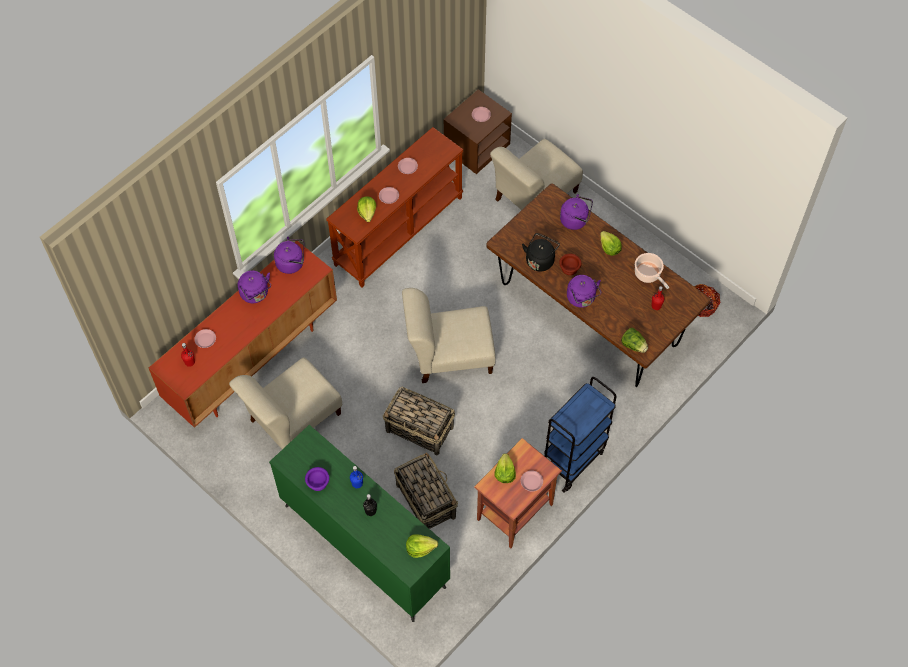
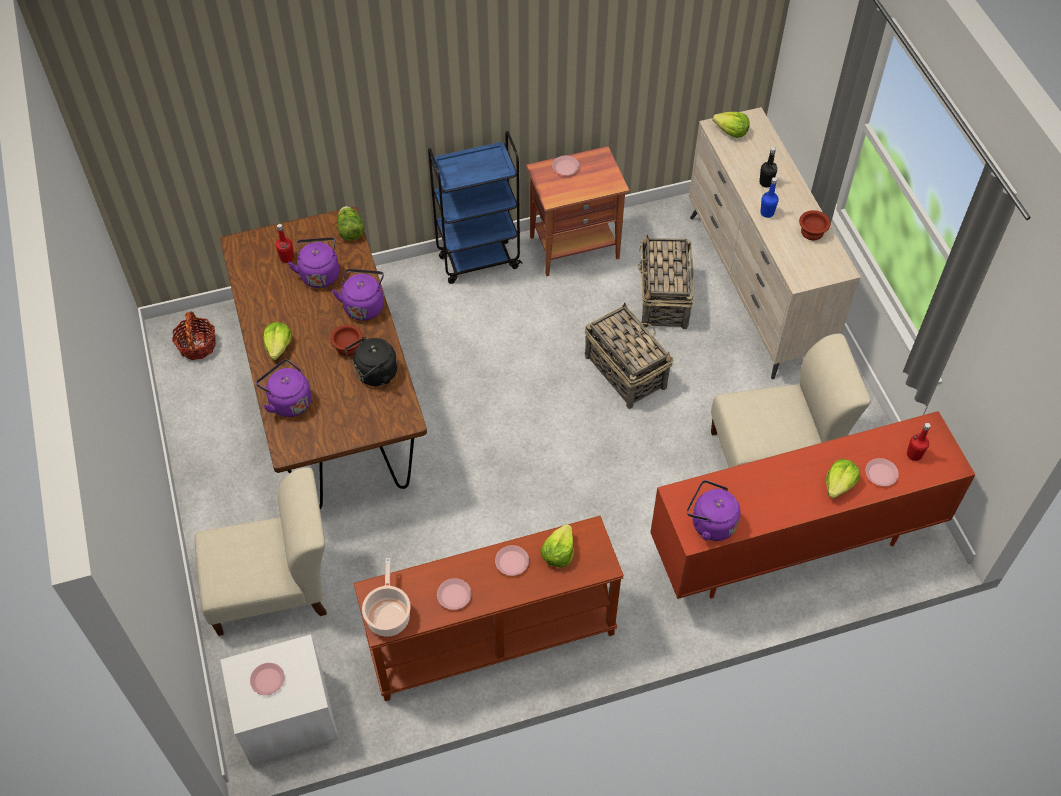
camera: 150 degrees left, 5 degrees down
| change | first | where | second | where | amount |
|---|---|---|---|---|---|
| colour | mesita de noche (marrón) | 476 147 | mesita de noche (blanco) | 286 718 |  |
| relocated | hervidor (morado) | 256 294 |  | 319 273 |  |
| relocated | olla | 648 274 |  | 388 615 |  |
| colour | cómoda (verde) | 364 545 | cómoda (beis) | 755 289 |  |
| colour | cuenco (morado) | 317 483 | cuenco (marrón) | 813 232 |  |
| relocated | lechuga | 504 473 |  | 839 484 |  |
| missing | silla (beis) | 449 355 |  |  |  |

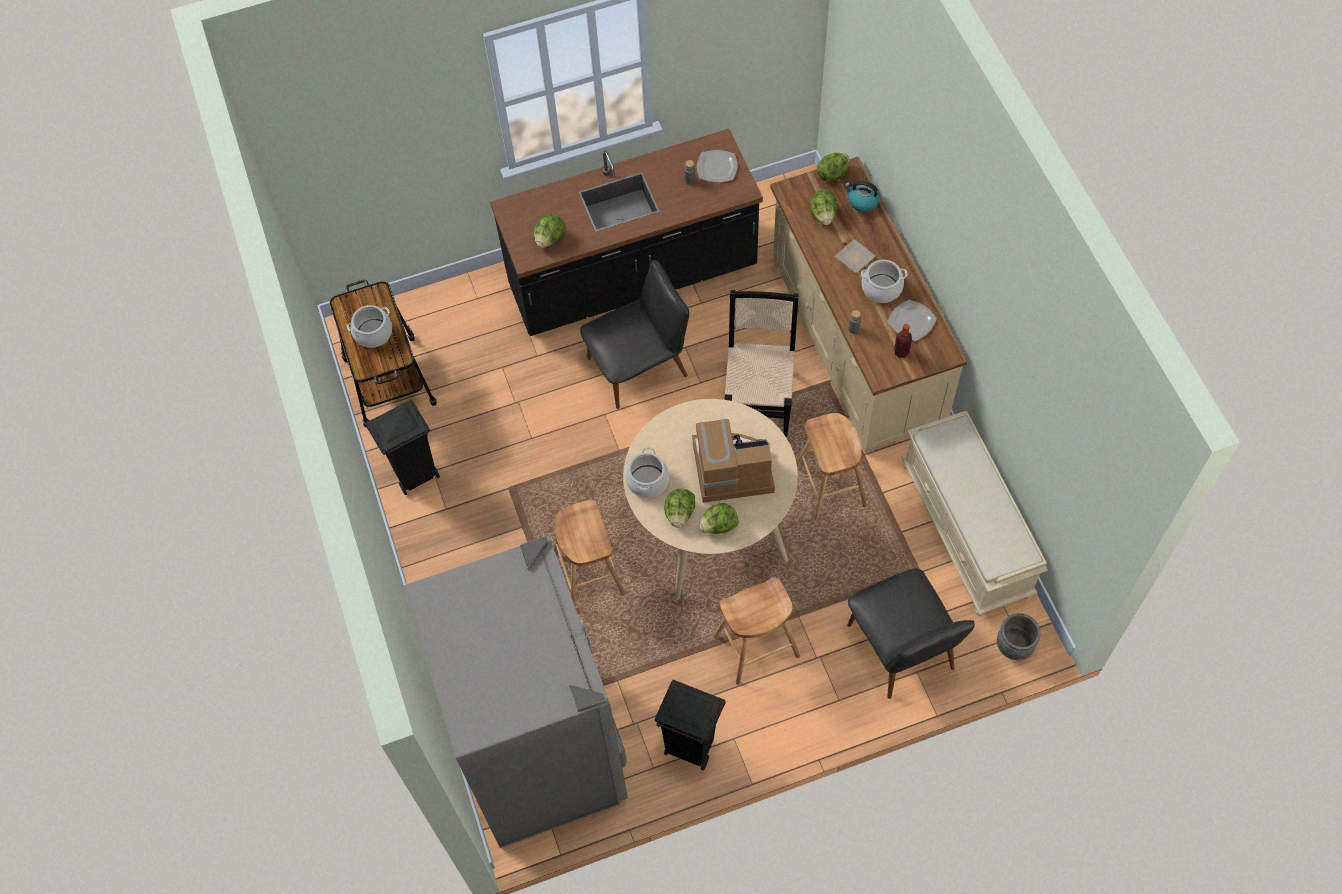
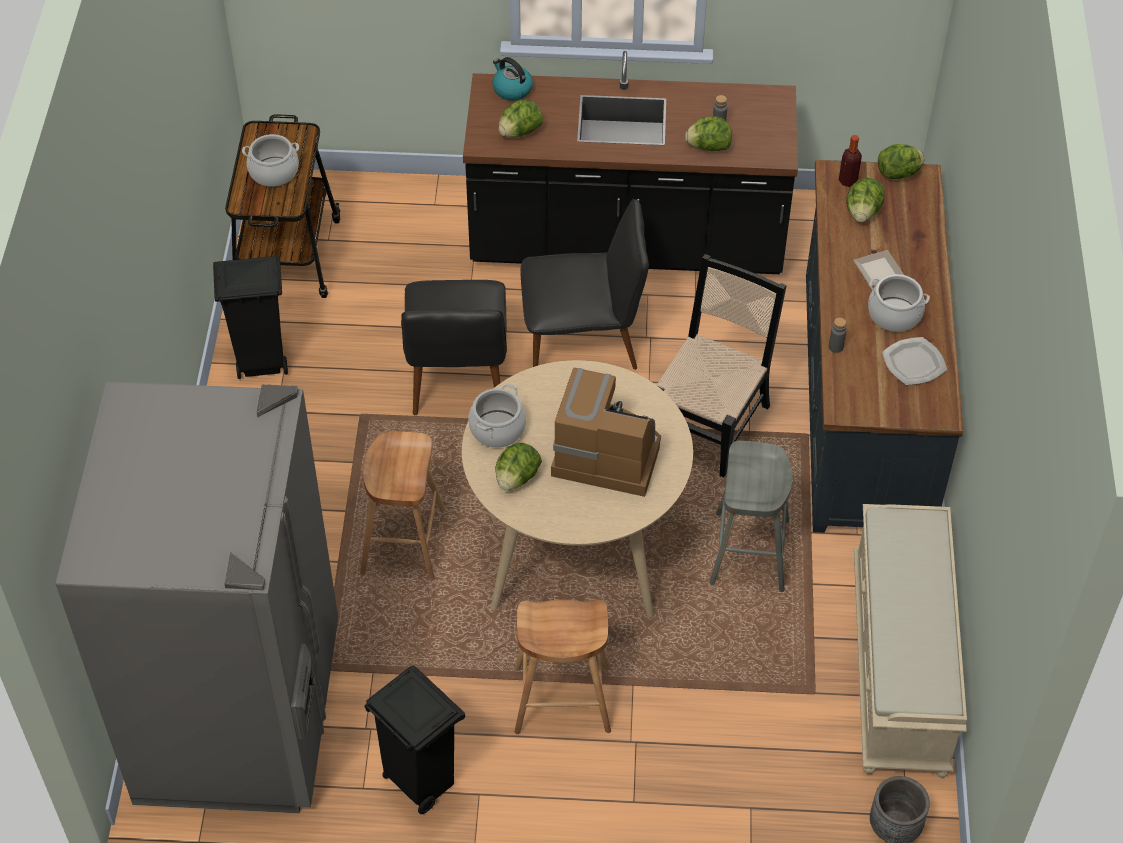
camera: 20 degrees right, 10 degrees down
| change | first | where | second | where | amount |
|---|---|---|---|---|---|
| relocated | silla (negro) | 900 646 |  | 458 374 |  |
| relocated | hervidor | 862 201 |  | 511 89 |  |
| relocated | lechuga | 718 526 |  | 708 147 |  |
| colour | taburete (marrón) | 829 485 | taburete (gris) | 749 551 |  |
| colour | cómoda (beis) | 856 345 | cómoda (azul) | 864 406 |  |
| relocated | botella | 901 352 |  | 848 181 |  |
| missing | plato | 717 168 |  |  |  |

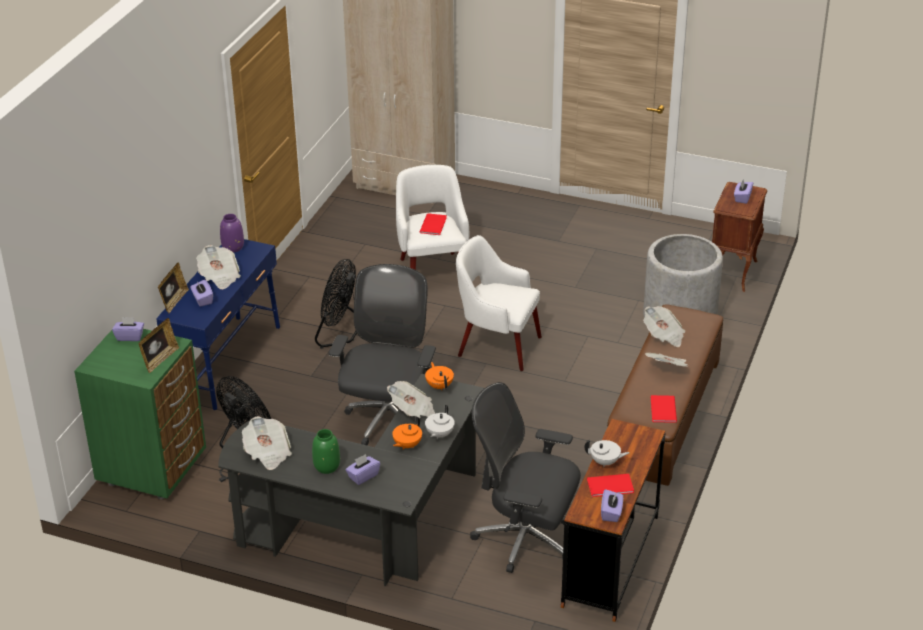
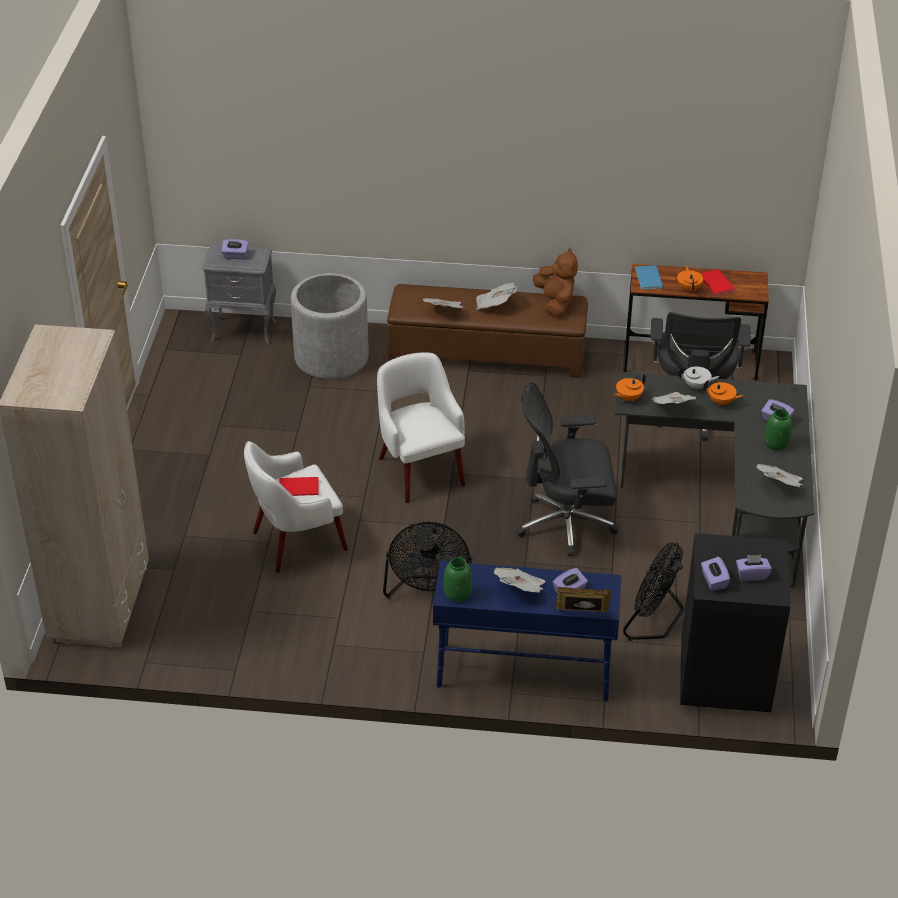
camera: 105 degrees left, 5 degrees up
| change | first | where | second | where | amount |
|---|---|---|---|---|---|
| colour | mesita de noche (marrón) | 732 273 | mesita de noche (gris) | 244 331 |  |
| spun | sillón (blanco) | 497 346 |  | 420 470 | 150 degrees clockwise |
| colour | florero (morado) | 233 247 | florero (verde) | 457 594 |  |
| exchanged | libro (rojo) | 662 410 | peluche (marrón) | 555 302 |  |
| appeared |  |  | libro (azul) | 648 279 |  |
| colour | tetera (blanco) | 605 462 | tetera (naranja) | 689 288 |  |
| colour | cómoda (verde) | 153 470 | cómoda (negro) | 724 680 |  |
| relocated | caja de pañuelos (morado) | 611 513 |  | 751 575 |  |
| missing | portarretratos | 159 359 |  |  |  |

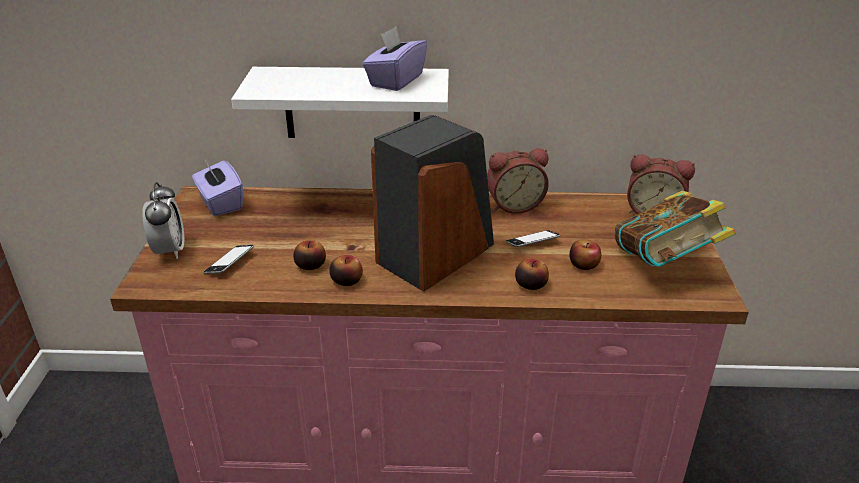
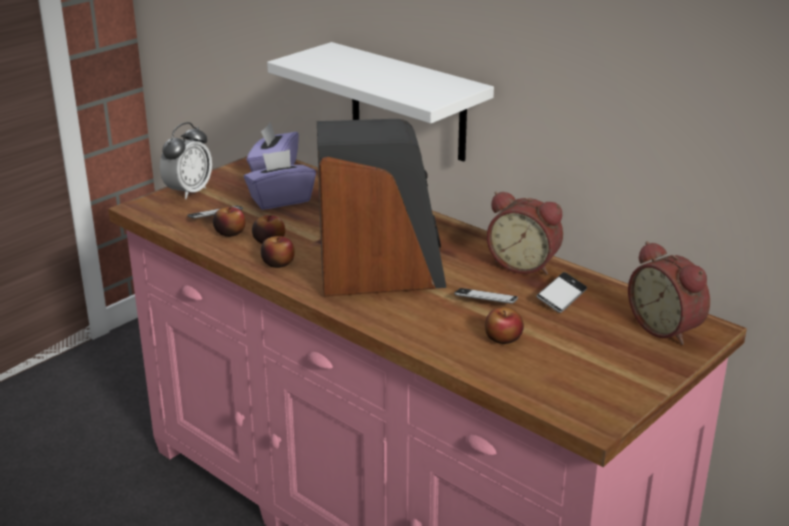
camera: 40 degrees right, 5 degrees down
| change | first | where | second | where | amount |
|---|---|---|---|---|---|
| relocated | manzana | 530 284 |  | 230 232 |  |
| relocated | caja de pañuelos (morado) | 395 80 |  | 280 200 |  |
| appeared |  |  | móvil | 561 297 |  |
| missing | libro | 664 264 |  |  |  |

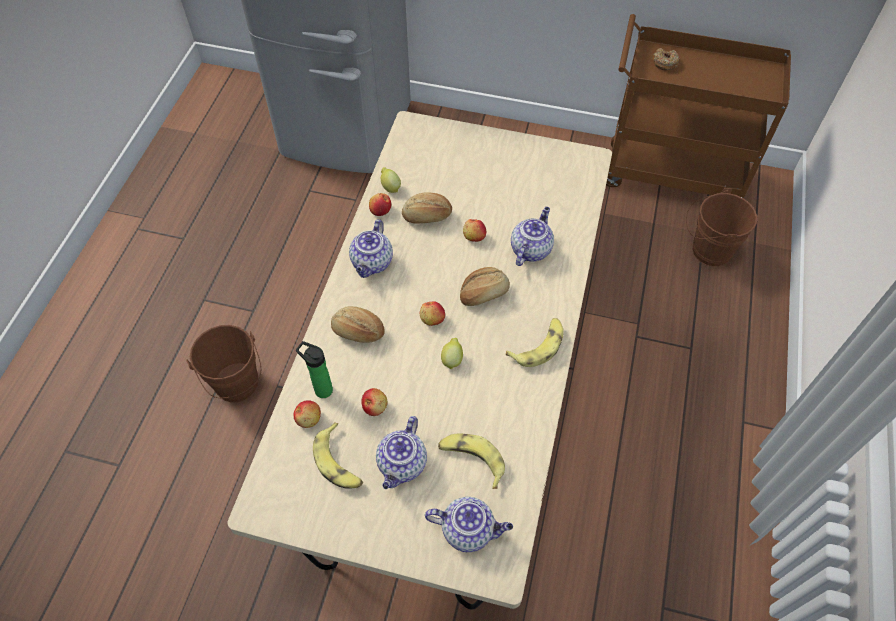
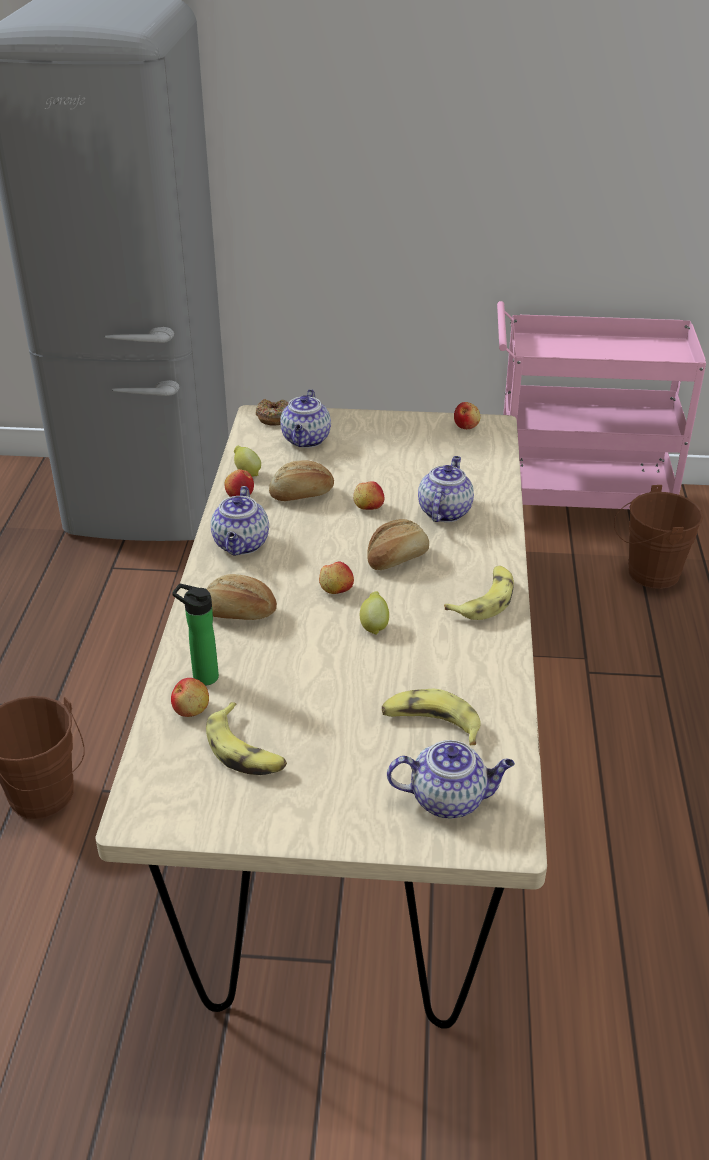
camera: 10 degrees left, 20 degrees down
| change | first | where | second | where | amount |
|---|---|---|---|---|---|
| relocated | rosquilla | 664 63 |  | 274 418 |  |
| relocated | tetera | 402 465 |  | 306 440 |  |
| relocated | manzana | 375 406 |  | 466 426 |  |
| colour | carrito (marrón) | 666 177 | carrito (rosa) | 573 507 |  |

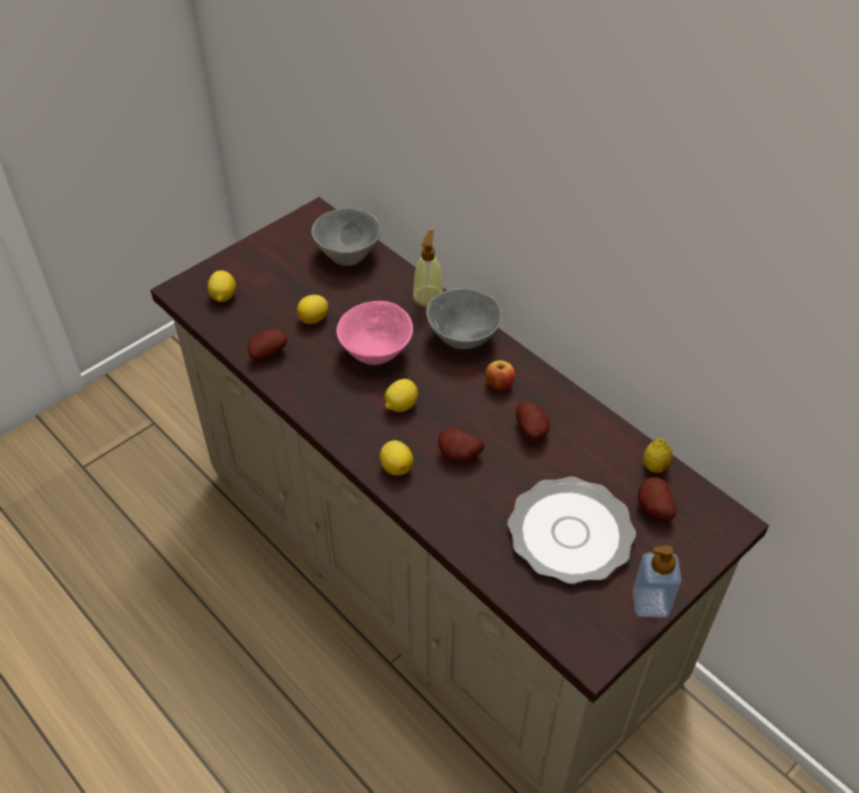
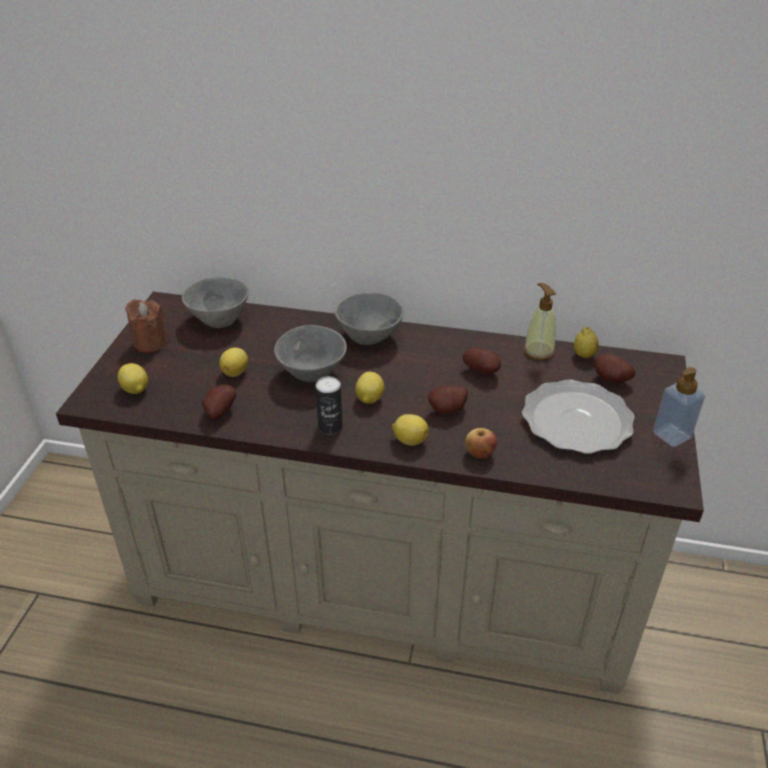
camera: 35 degrees left, 10 degrees down
| change | first | where | second | where | amount |
|---|---|---|---|---|---|
| appeared |  |  | vela (marrón) | 150 342 |  |
| colour | cuenco (rosa) | 374 352 | cuenco (gris) | 310 373 |  |
| appeared |  |  | lata | 330 427 |  |
| relocated | manzana | 499 384 |  | 479 453 |  |
| relocated | dispensador de jabón | 428 298 |  | 538 351 |  |

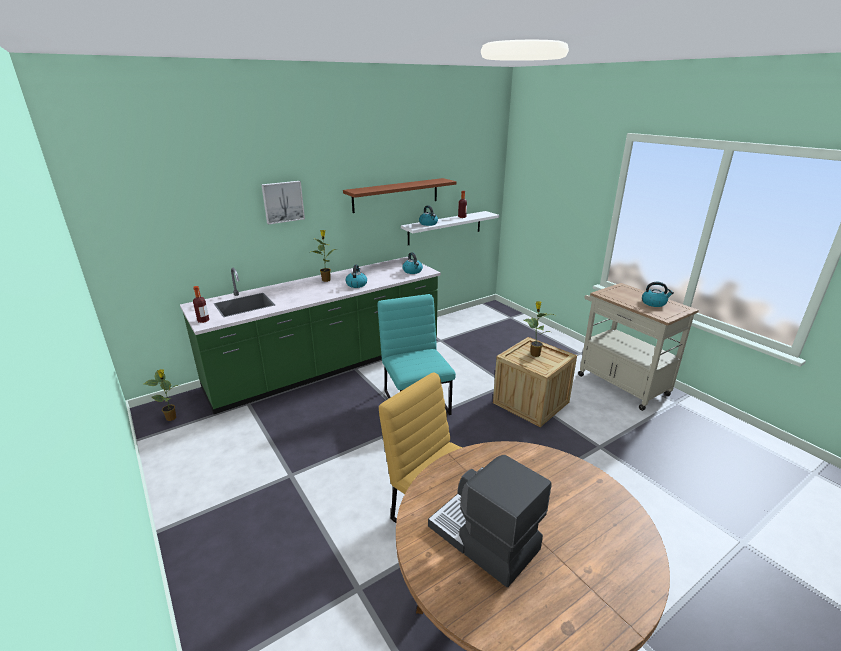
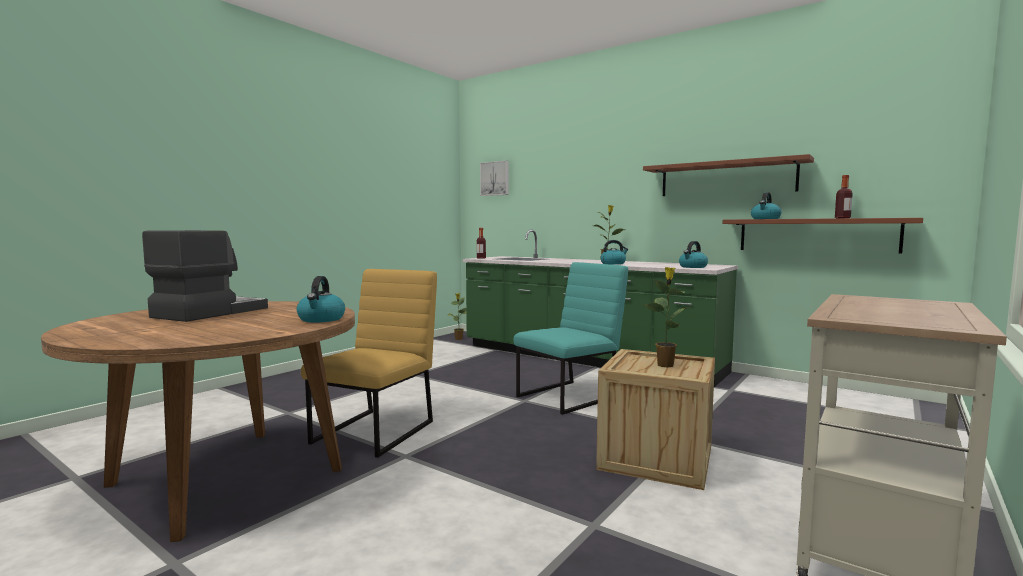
camera: 70 degrees right, 20 degrees down
| change | first | where | second | where | amount |
|---|---|---|---|---|---|
| relocated | hervidor | 654 303 |  | 321 319 |  |
| relocated | cuadro | 283 202 |  | 495 178 |  |
| colour | estante (blanco) | 445 227 | estante (marrón) | 816 235 |  |

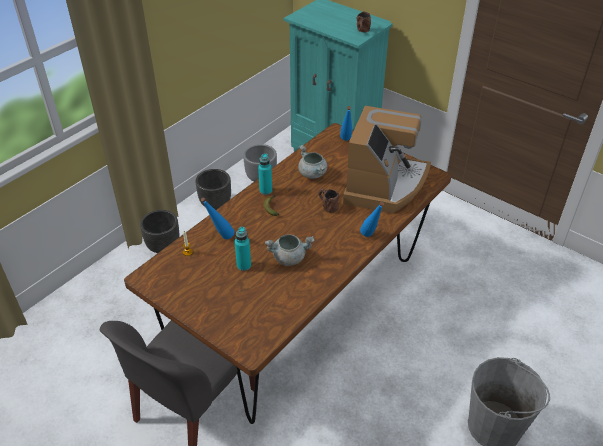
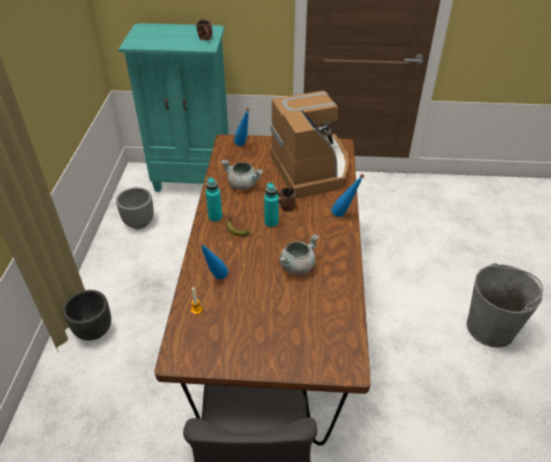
camera: 35 degrees left, 0 degrees up
| change | first | where | second | where | amount |
|---|---|---|---|---|---|
| relocated | botella (turquesa) | 244 265 |  | 271 223 |  |
| missing | maceta (negro) | 216 204 |  |  |  |

